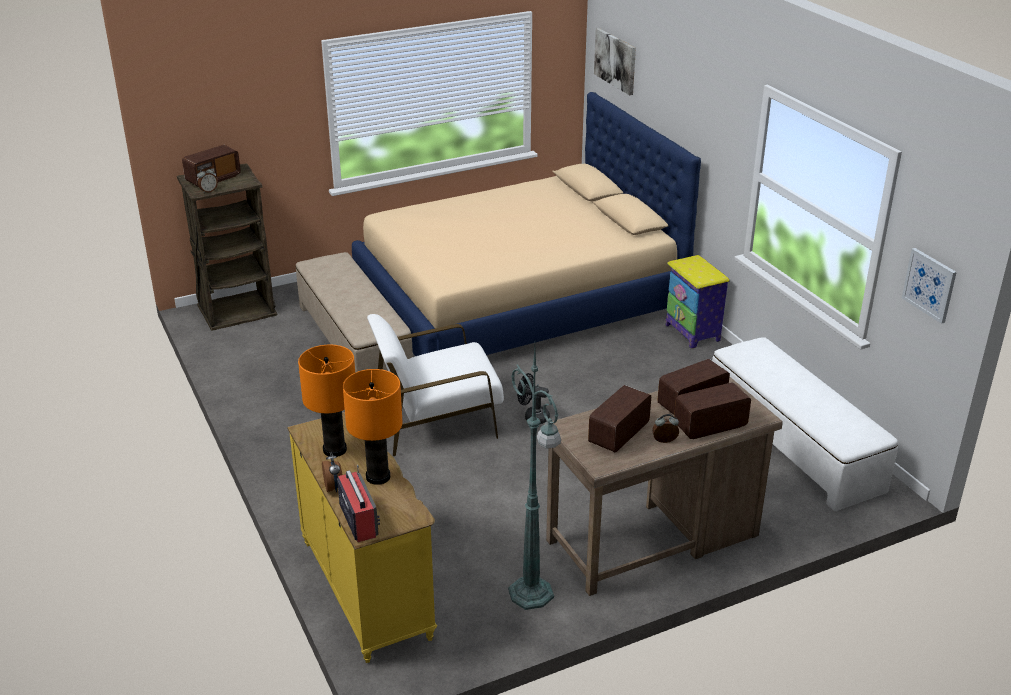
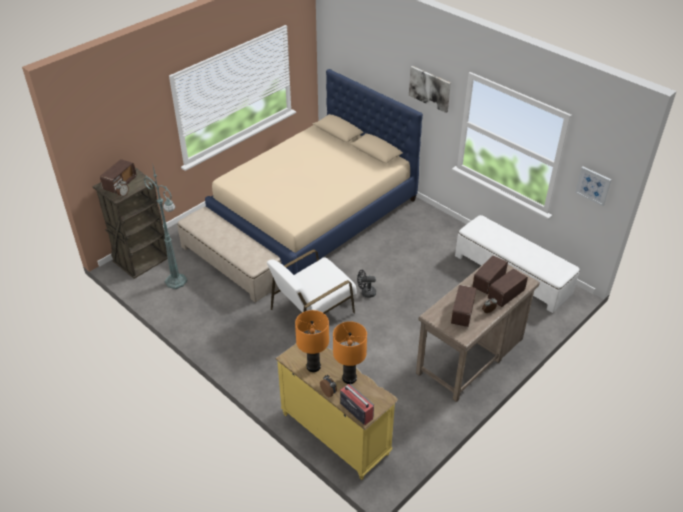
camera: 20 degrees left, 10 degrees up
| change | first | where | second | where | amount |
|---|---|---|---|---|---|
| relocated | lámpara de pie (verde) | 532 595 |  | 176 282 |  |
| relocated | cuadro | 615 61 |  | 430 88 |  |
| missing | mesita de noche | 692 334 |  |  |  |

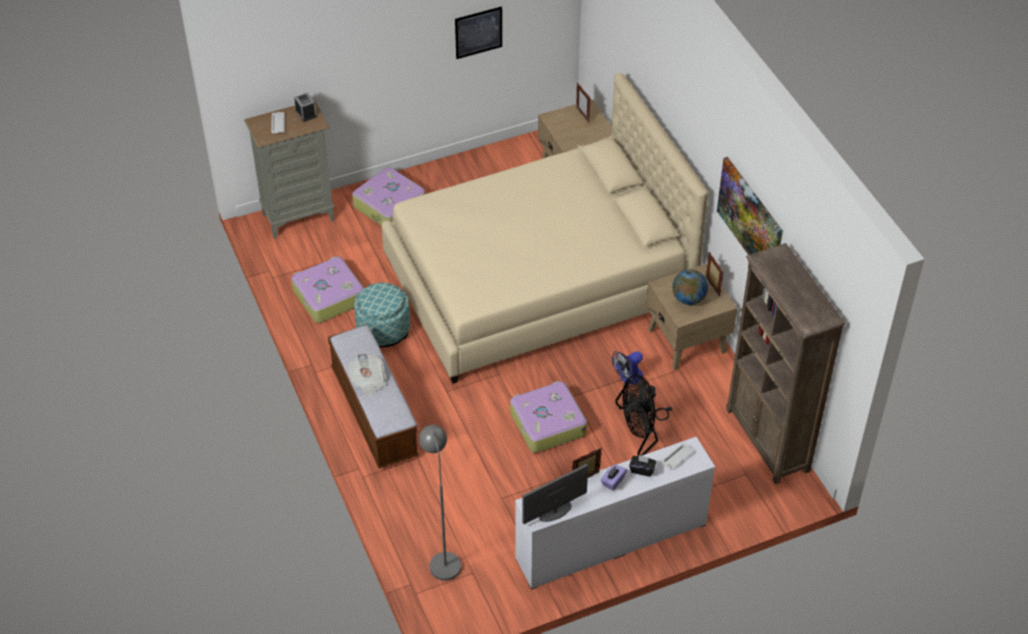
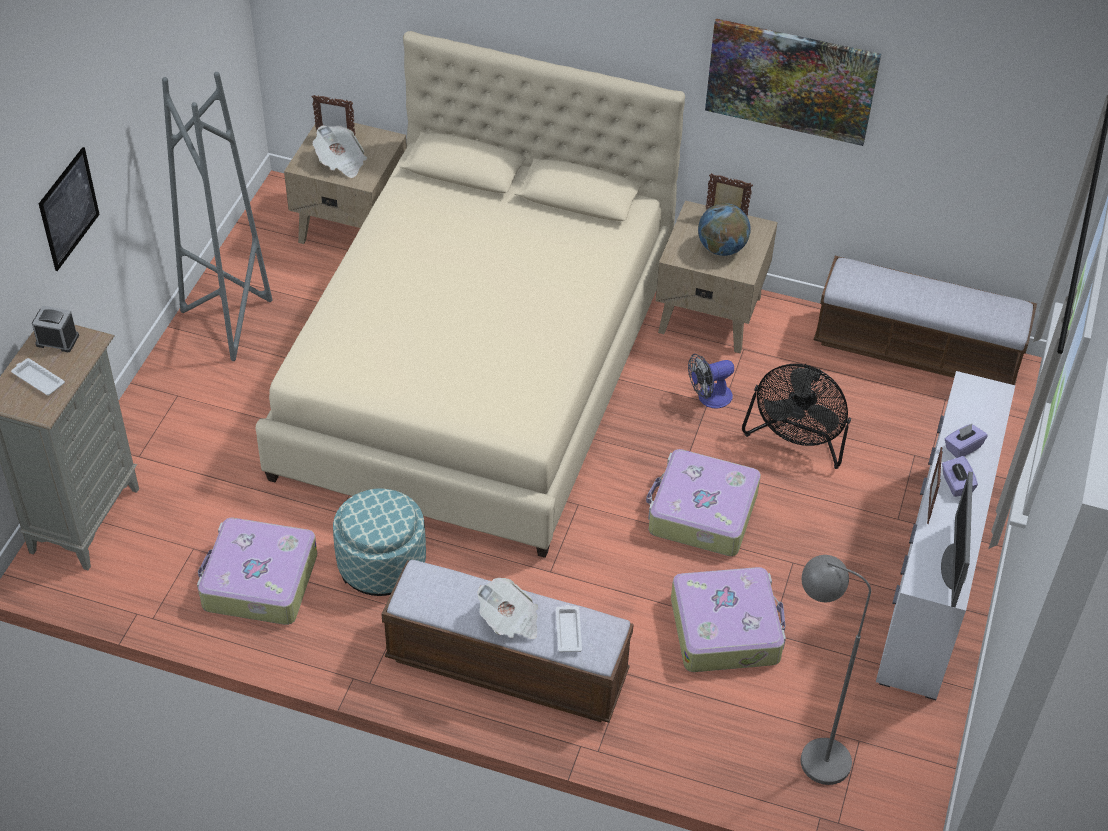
camera: 50 degrees left, 0 degrees up
| change | first | where | second | where | amount |
|---|---|---|---|---|---|
| relocated | cuadro | 478 32 |  | 68 209 |  |
| appeared |  |  | perchero (gris) | 229 323 |  |
| appeared |  |  | periódico | 341 162 |  |
| relocated | bandeja (blanco) | 677 457 |  | 568 630 |  |
| relocated | maleta | 390 205 |  | 726 629 |  |
| spun | ventilador | 627 377 |  | 709 398 | 60 degrees clockwise |
| exchanged | estantería (marrón) | 767 440 | banco | 916 350 |  |
| colour | caja de pañuelos (negro) | 642 470 | caja de pañuelos (morado) | 962 448 |  |

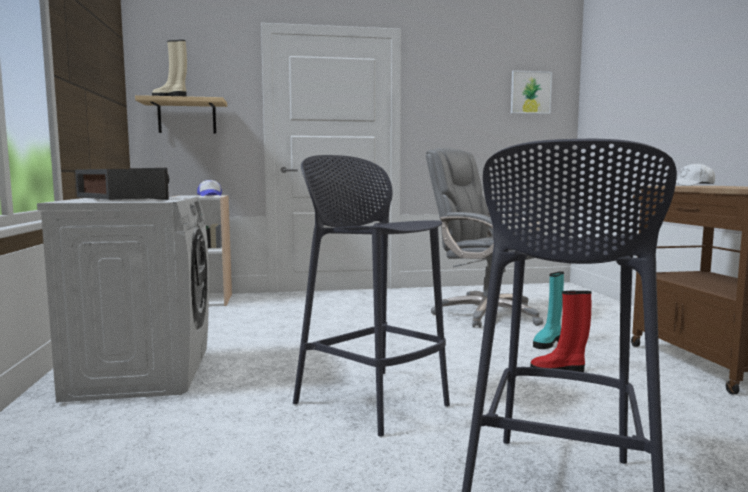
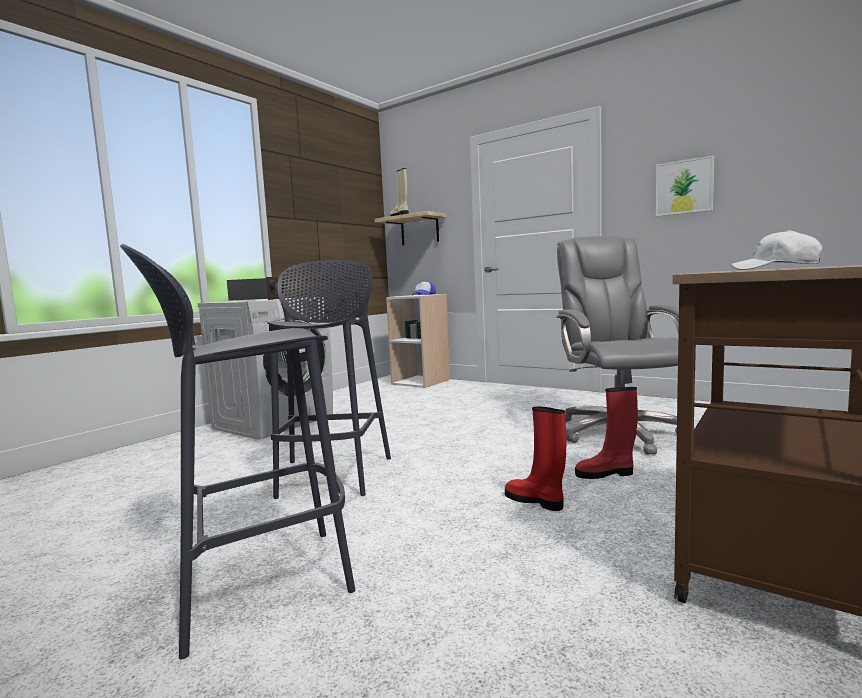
camera: 45 degrees right, 0 degrees up
| change | first | where | second | where | amount |
|---|---|---|---|---|---|
| colour | bota (turquesa) | 548 342 | bota (rojo) | 606 474 |  |
| relocated | cuadro | 530 92 |  | 684 187 |  |

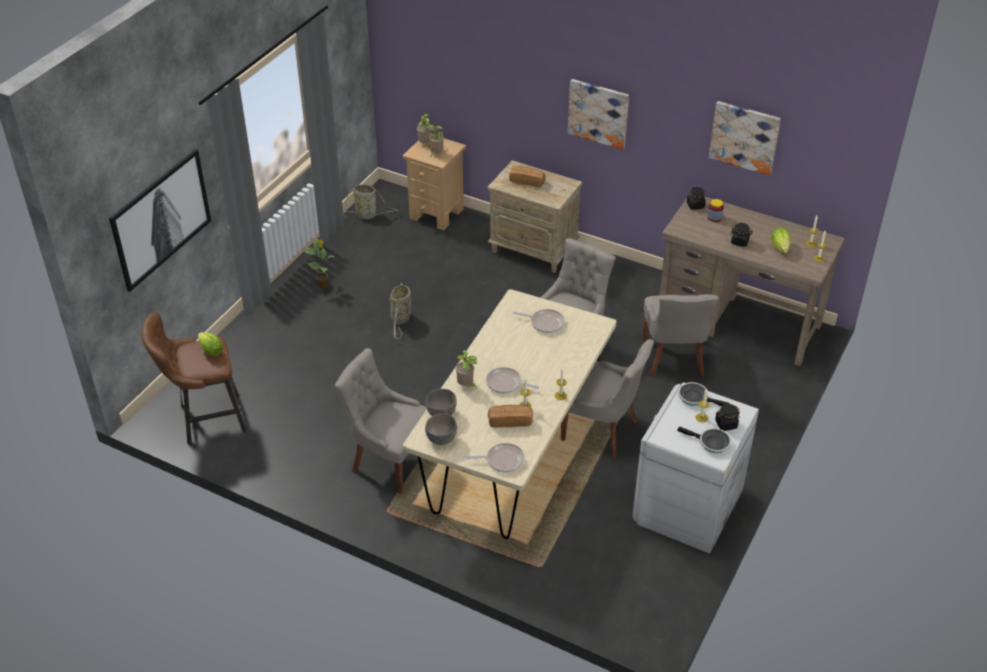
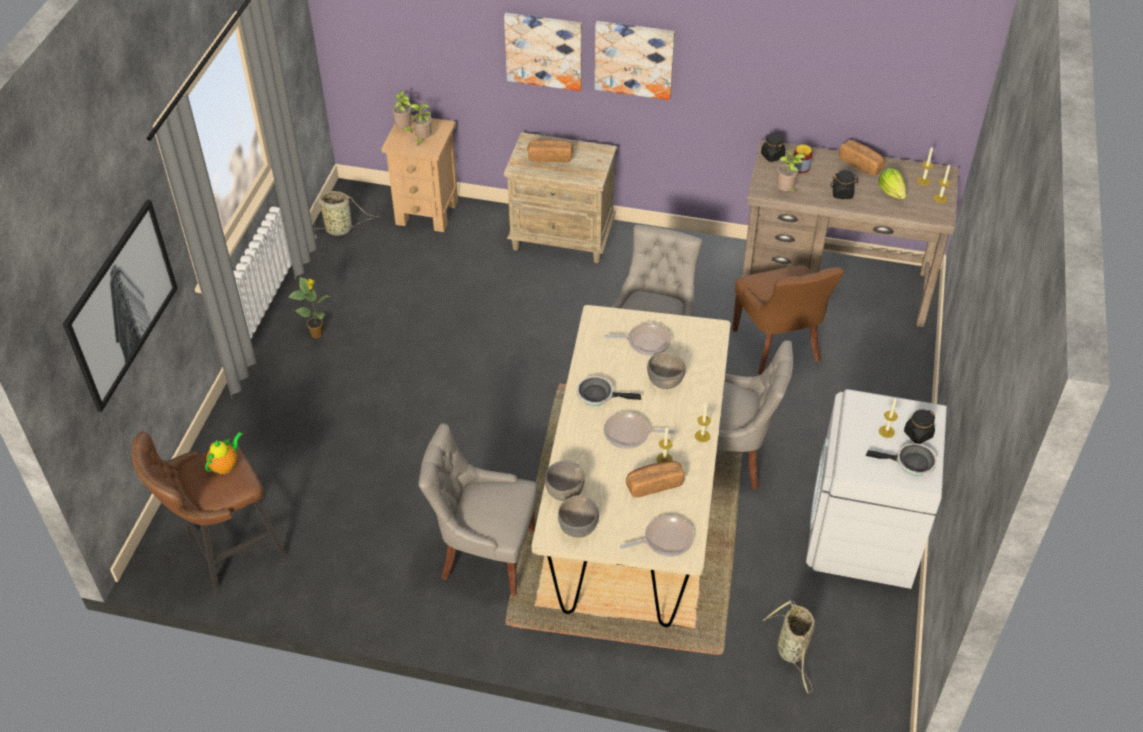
camera: 15 degrees left, 5 degrees up
| change | first | where | second | where | amount |
|---|---|---|---|---|---|
| exchanged | lechuga | 211 351 | tetera | 226 465 |  |
| relocated | cuadro | 744 137 |  | 544 50 |  |
| relocated | sartén | 695 398 |  | 598 395 |  |
| appeared |  |  | cuenco (gris) | 665 382 |  |
| colour | silla (gris) | 674 359 | silla (marrón) | 778 346 |  |
| relocated | cesta | 400 320 |  | 792 652 |  |
| relocated | planta en maceta | 466 385 |  | 786 191 |  |
| appeared |  |  | pan | 861 164 |  |

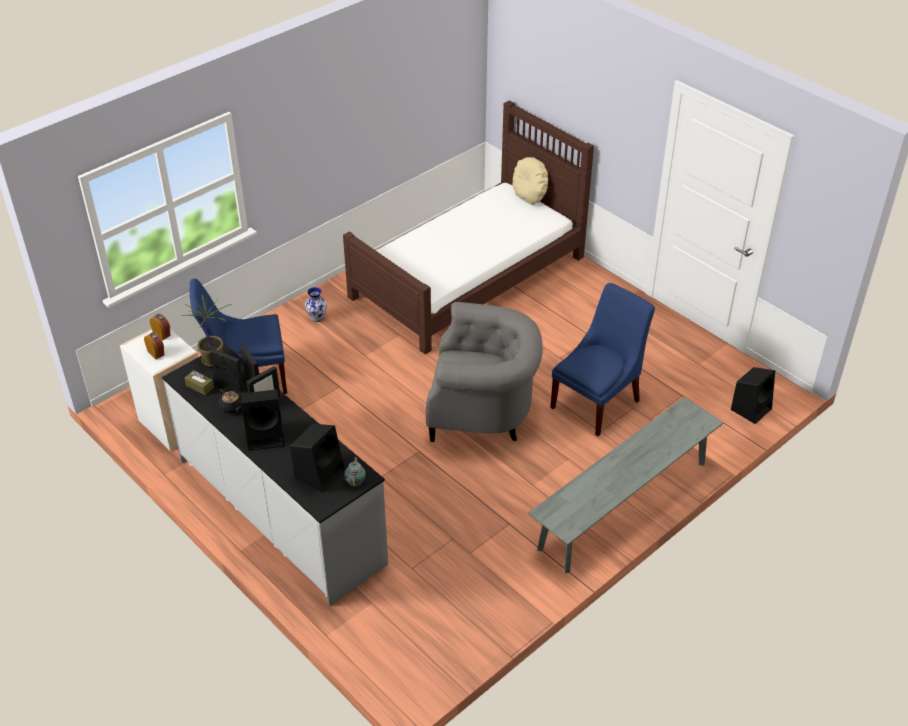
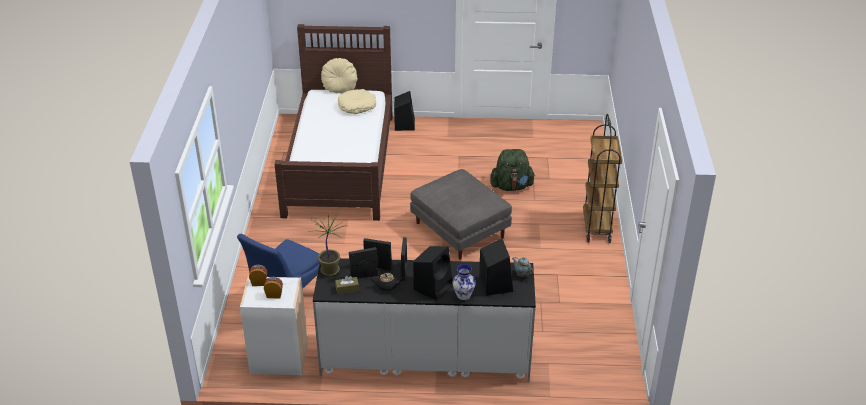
camera: 45 degrees left, 5 degrees down
| change | first | where | second | where | amount |
|---|---|---|---|---|---|
| appeared |  |  | cojín (beis) | 357 106 |  |
| relocated | altavoz (negro) | 751 408 |  | 404 124 |  |
| exchanged | sillón (gris) | 482 414 | puf (gris) | 460 231 |  |
| relocated | florero | 316 317 |  | 463 296 |  |
| exchanged | silla (azul) | 598 402 | mochila (verde) | 511 186 |  |
| exchanged | banco (gris) | 623 505 | carrito (marrón) | 597 227 |  |

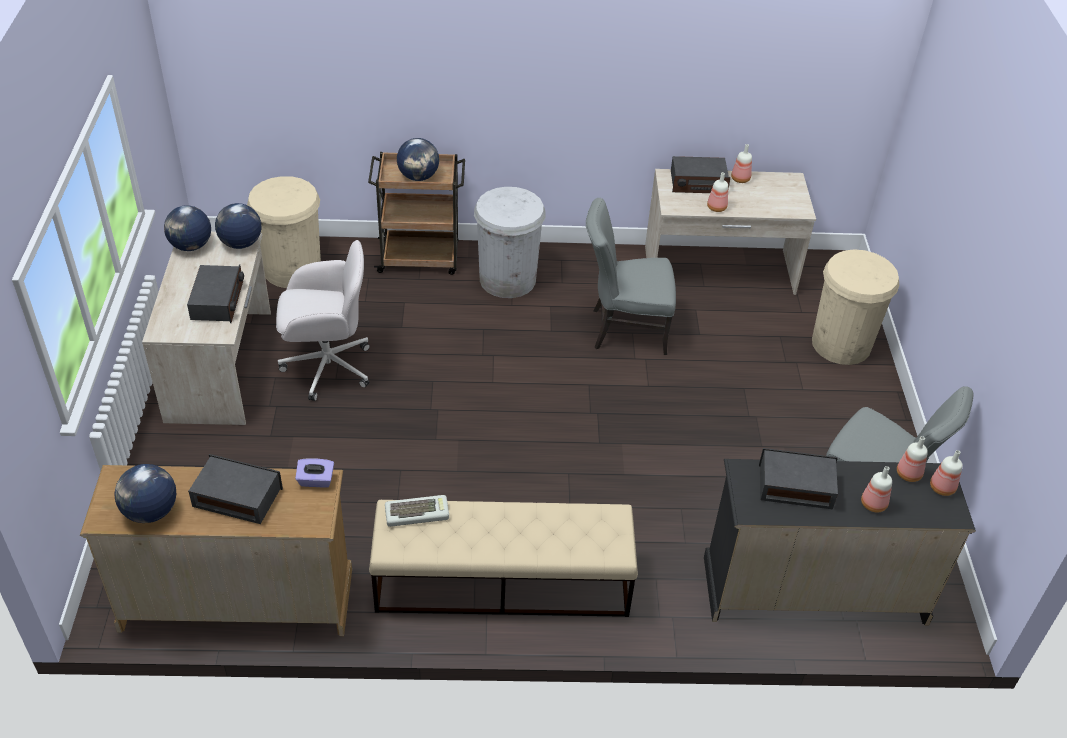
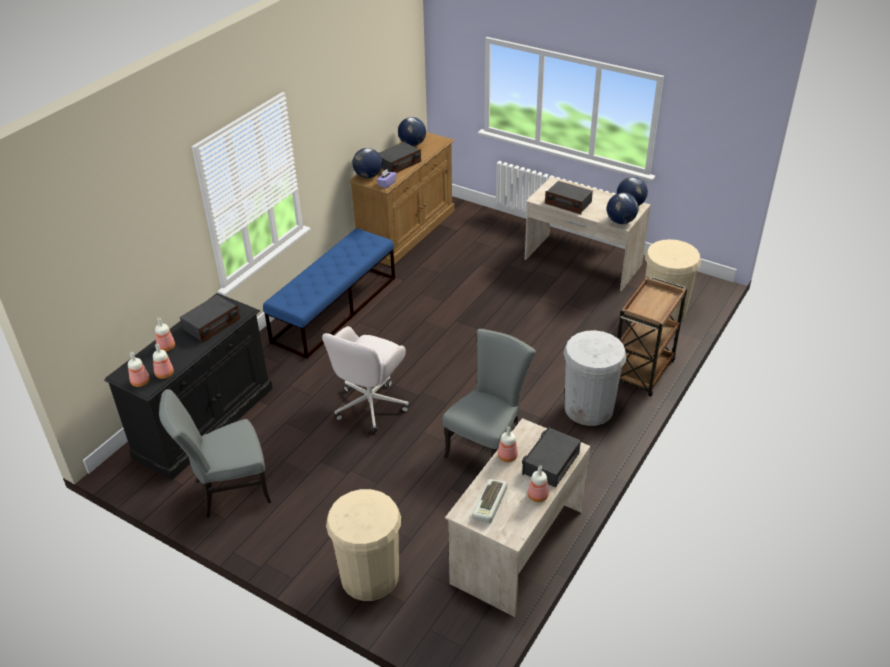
camera: 125 degrees right, 5 degrees down
| change | first | where | second | where | amount |
|---|---|---|---|---|---|
| colour | banco (beis) | 501 582 | banco (azul) | 335 309 |  |
| relocated | silla de oficina (blanco) | 328 368 |  | 370 406 |  |
| relocated | globo terráqueo | 418 177 |  | 368 176 |  |
| relocated | teclado | 417 513 |  | 490 504 |  |

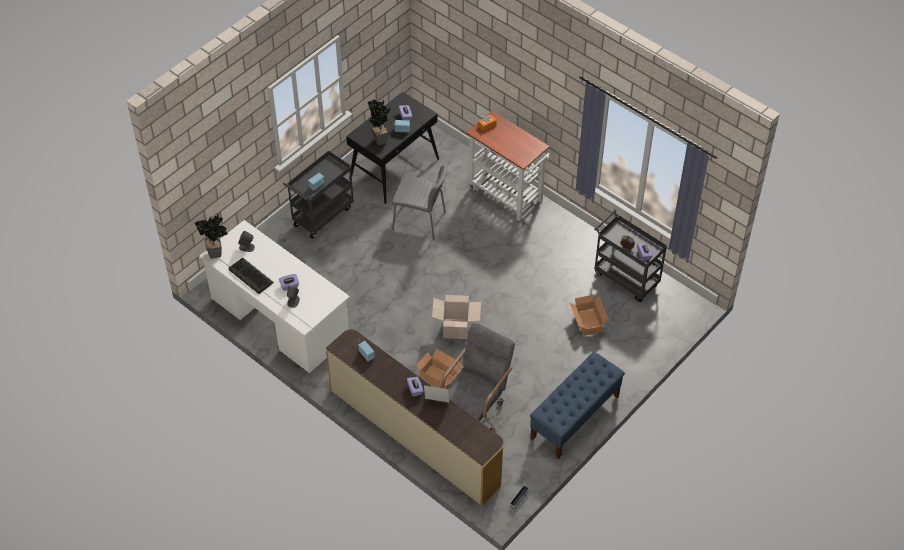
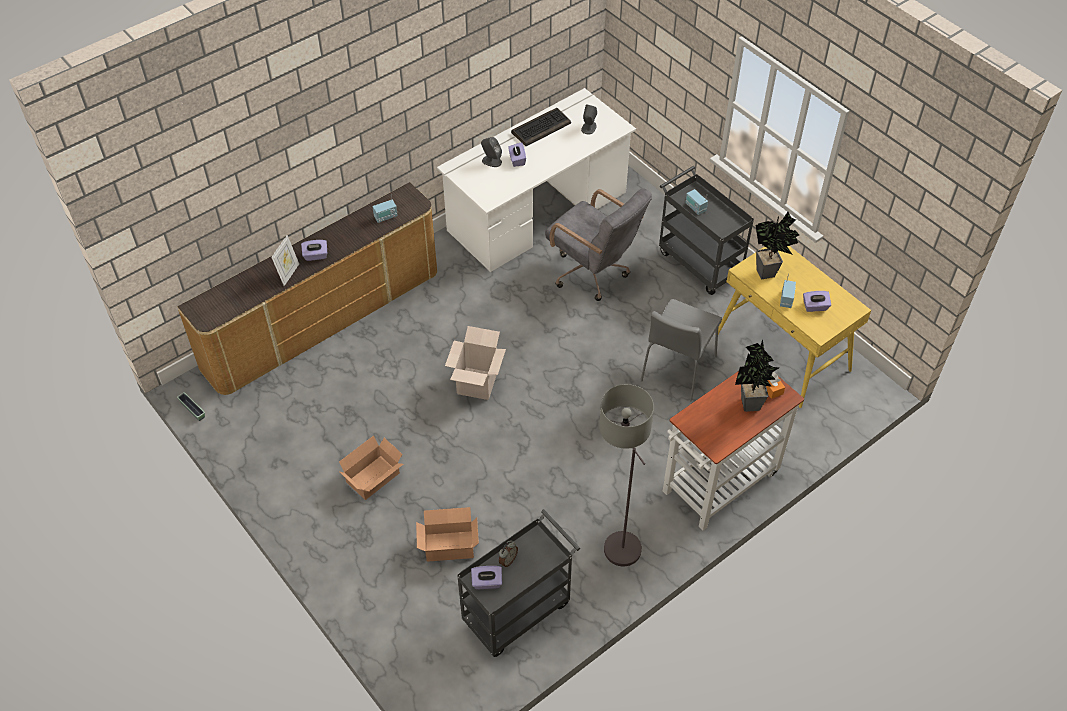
camera: 100 degrees right, 0 degrees up
| change | first | where | second | where | amount |
|---|---|---|---|---|---|
| relocated | caja de cartón | 439 377 |  | 375 478 |  |
| relocated | silla de oficina (gris) | 475 411 |  | 593 276 |  |
| appeared |  |  | lámpara de pie (gris) | 616 541 |  |
| colour | escritorio (negro) | 394 169 | escritorio (amarillo) | 783 352 |  |
| relocated | planta en maceta | 217 254 |  | 749 407 |  |
| missing | banco (azul) | 574 417 |  |  |  |

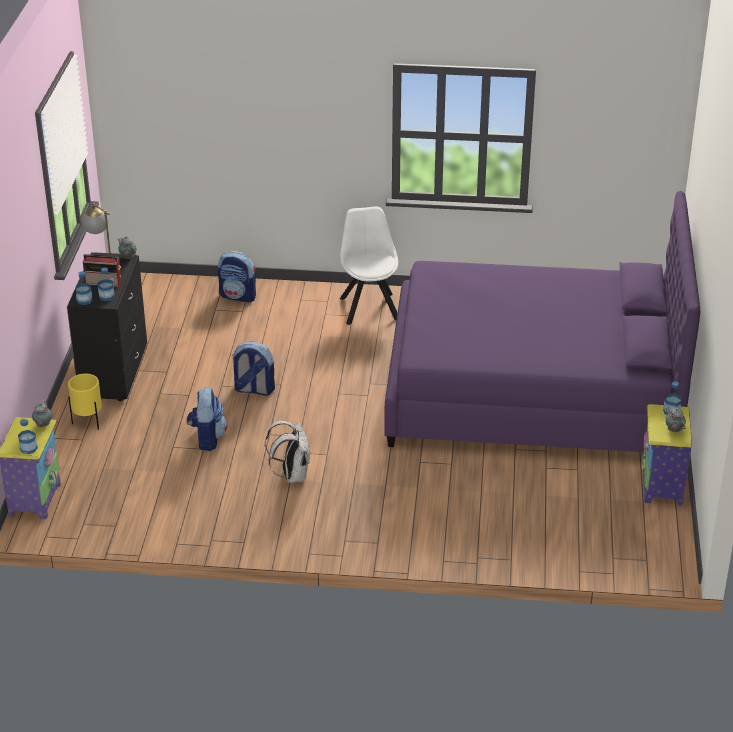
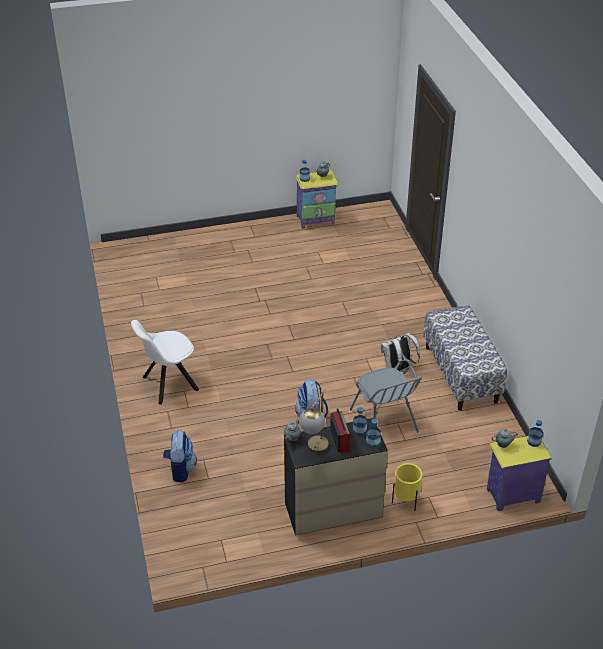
camera: 110 degrees left, 5 degrees up
| change | first | where | second | where | amount |
|---|---|---|---|---|---|
| exchanged | mochila | 207 438 | silla (gris) | 384 424 |  |
| appeared |  |  | banco | 461 374 |  |
| missing | cama (morado) | 532 392 |  |  |  |

